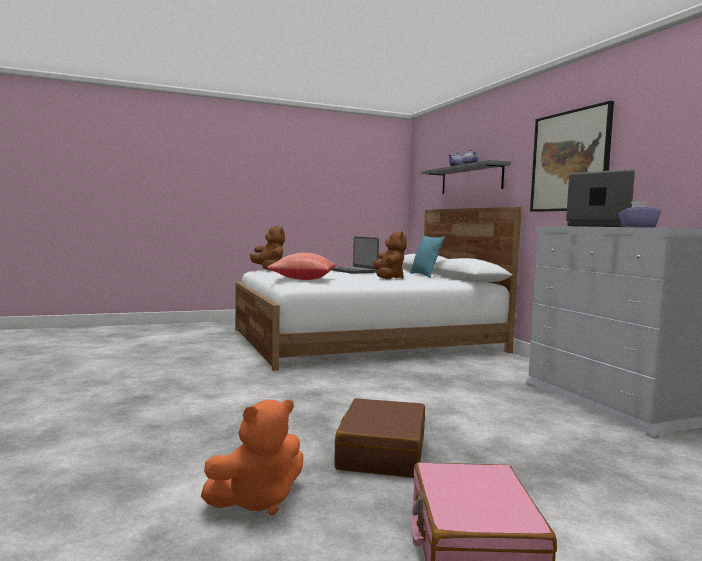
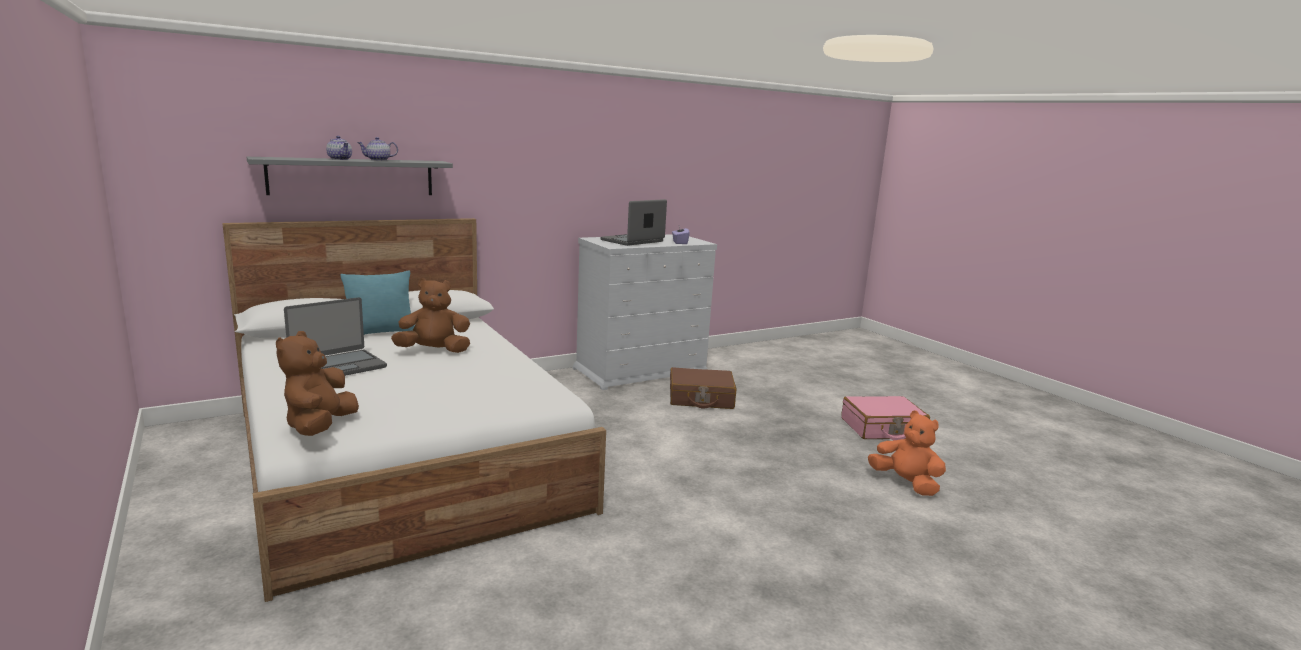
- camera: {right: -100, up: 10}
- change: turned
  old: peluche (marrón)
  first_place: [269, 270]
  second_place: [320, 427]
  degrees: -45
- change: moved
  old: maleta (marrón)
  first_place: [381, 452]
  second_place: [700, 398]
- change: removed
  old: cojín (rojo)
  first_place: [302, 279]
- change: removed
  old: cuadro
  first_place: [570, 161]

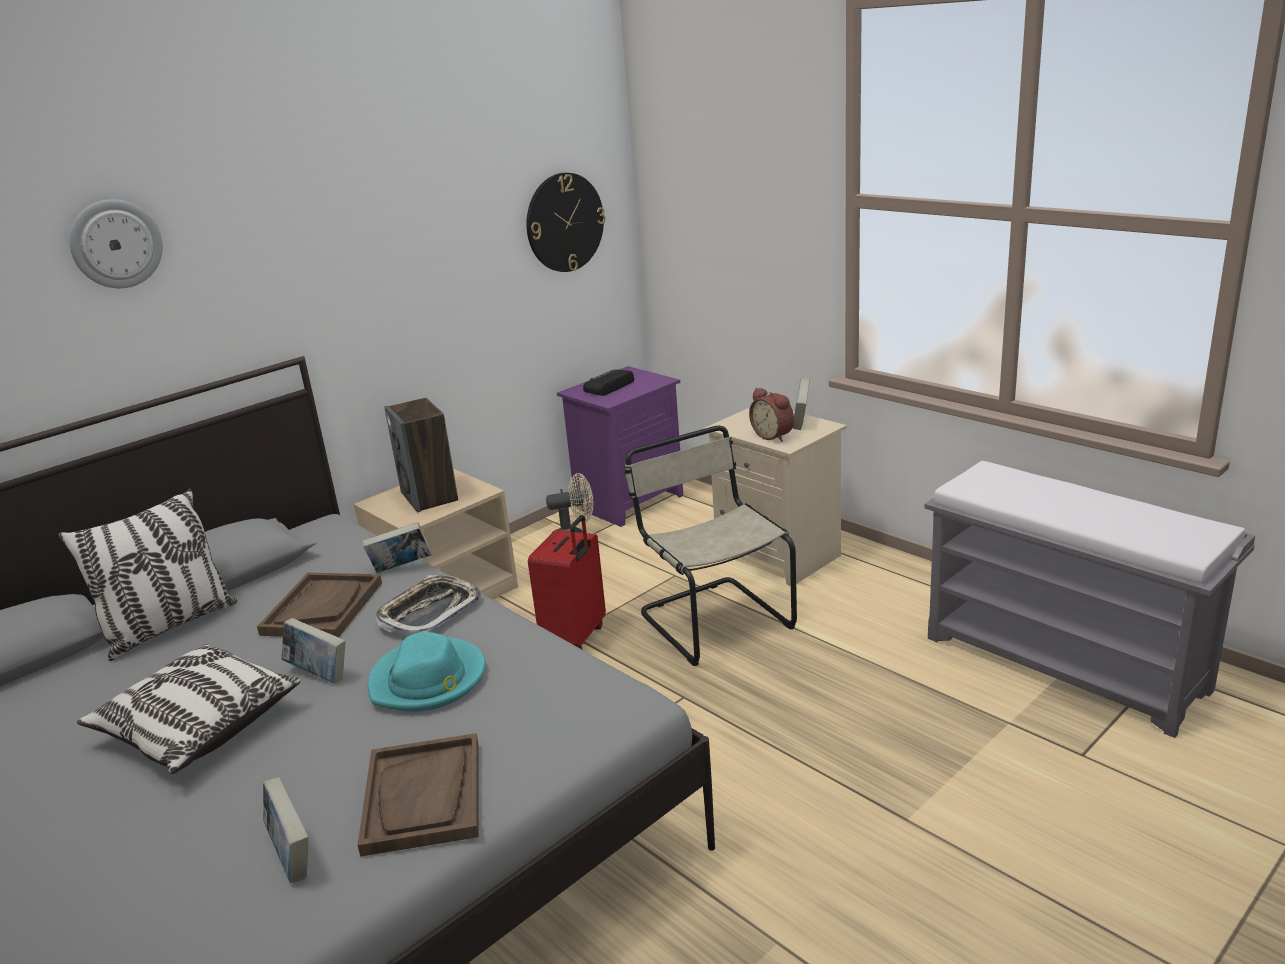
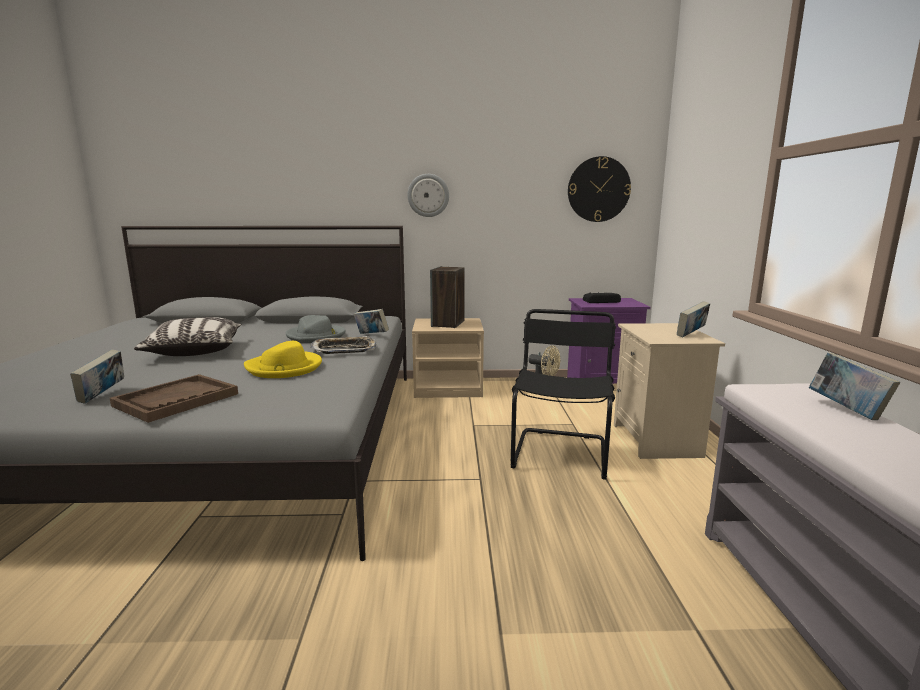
- camera: {right: 40, up: -10}
- change: recoloured
  old: sombrero (turquesa)
  new: sombrero (amarillo)
  first_place: [428, 680]
  second_place: [284, 368]
- change: replaced
  old: bandeja (marrón)
  new: sombrero (gris)
  first_place: [322, 608]
  second_place: [316, 336]
- change: moved
  old: reloj de pared
  first_place: [116, 244]
  second_place: [428, 195]
- change: recoloured
  old: silla (beis)
  new: silla (negro)
  first_place: [712, 618]
  second_place: [560, 452]
- change: moved
  old: libro
  first_place: [319, 674]
  second_place: [846, 410]
- change: removed
  old: cojín
  first_place: [169, 626]
- change: removed
  old: maleta (rojo)
  first_place: [575, 637]
- change: removed
  old: despertador
  first_place: [774, 435]

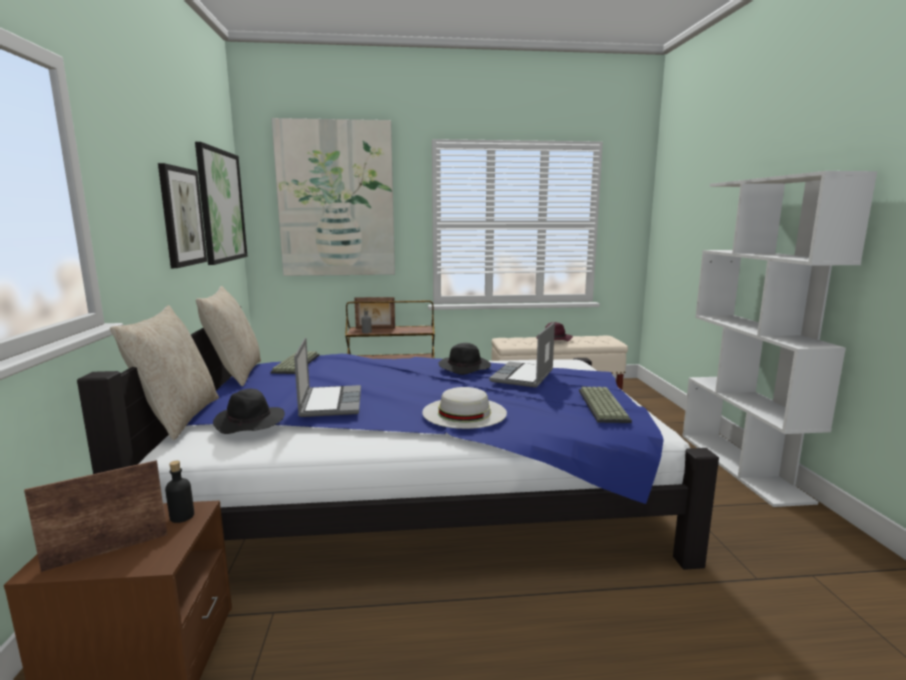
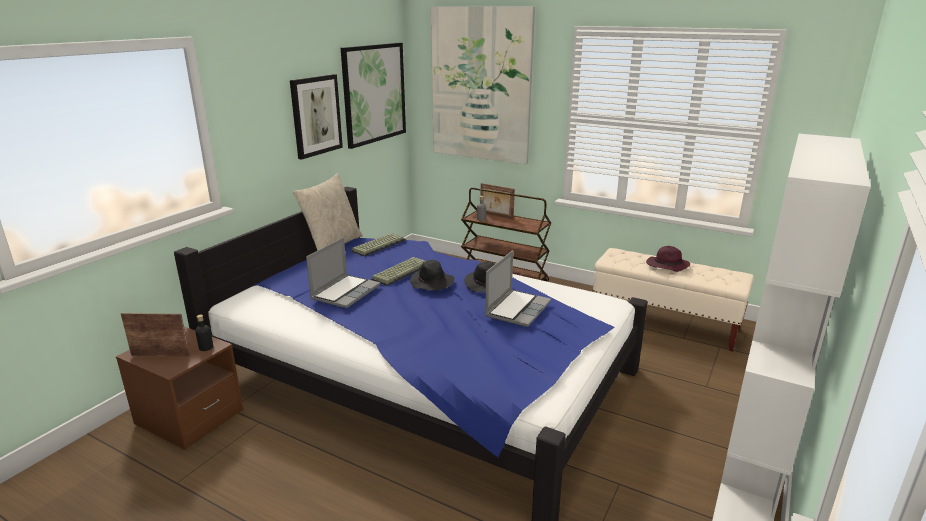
- camera: {right: 35, up: 10}
- change: moved
  old: teclado
  first_place: [601, 405]
  second_place: [401, 271]
- change: moved
  old: sombrero (negro)
  first_place: [250, 423]
  second_place: [432, 283]
- change: turned
  old: portátil
  first_place: [523, 376]
  second_place: [517, 309]
  degrees: 150
- change: removed
  old: cojín (beis)
  first_place: [177, 418]
- change: removed
  old: sombrero (blanco)
  first_place: [464, 412]

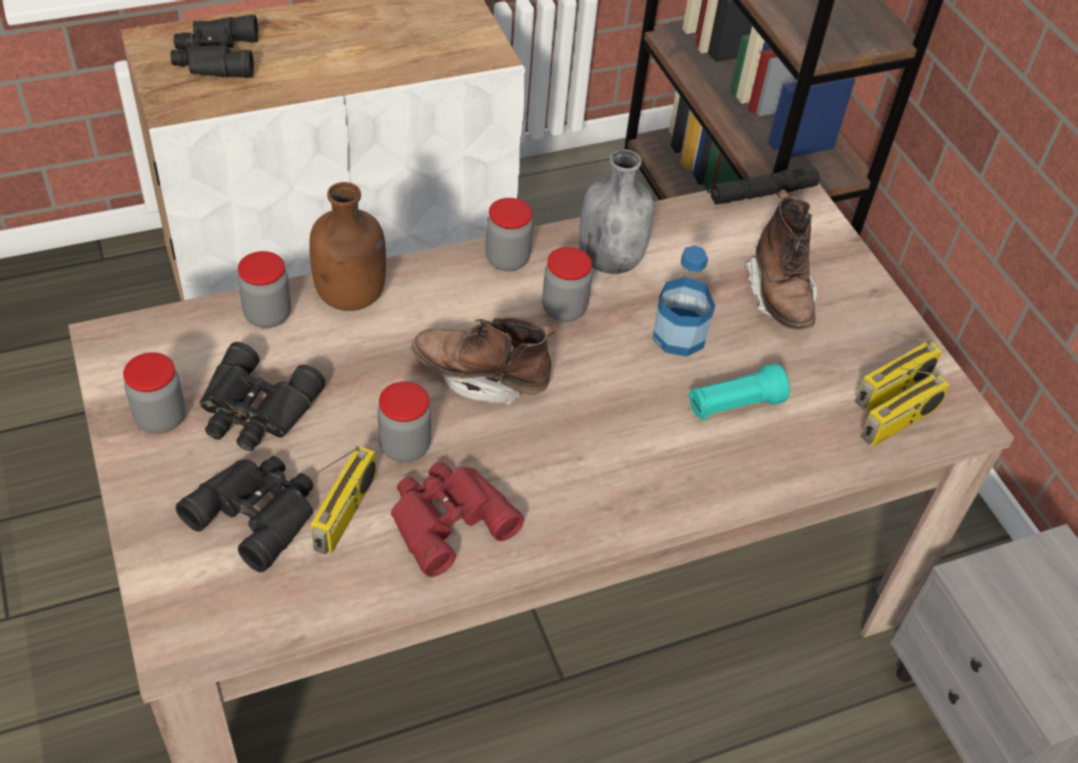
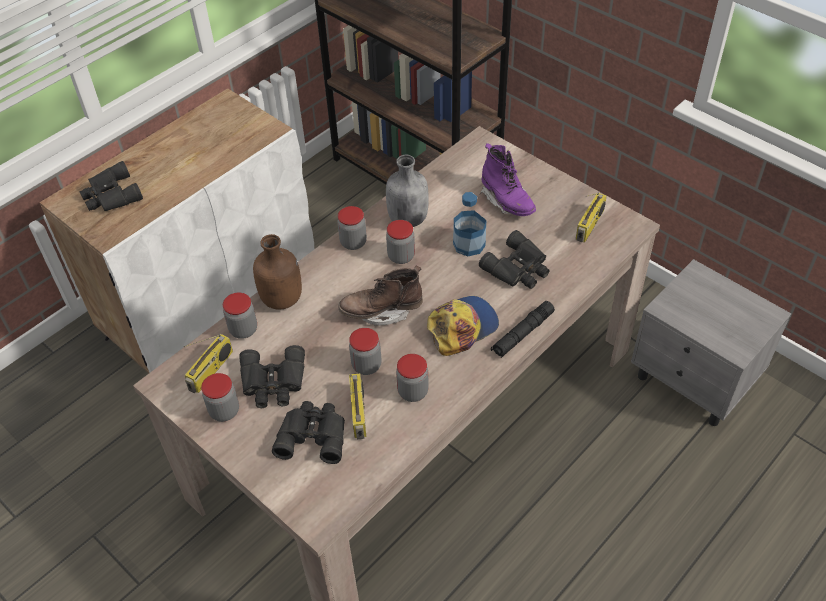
- camera: {right: -20, up: 0}
- change: moved
  old: radio
  first_place: [899, 423]
  second_place: [211, 371]
- change: replaced
  old: prismáticos (rojo)
  new: tarro
  first_place: [446, 518]
  second_place: [413, 391]
- change: added
  new: gorra
  second_place: [462, 327]
- change: replaced
  old: linterna (turquesa)
  new: prismáticos (negro)
  first_place: [733, 405]
  second_place: [518, 268]
- change: recoloured
  old: bota (marrón)
  new: bota (morado)
  first_place: [780, 297]
  second_place: [507, 201]
- change: moved
  old: linterna (negro)
  first_place: [761, 193]
  second_place: [522, 333]

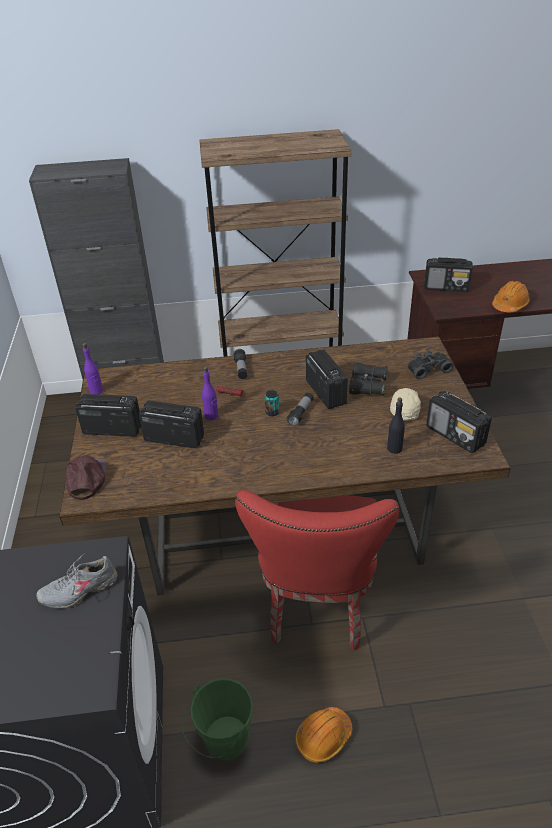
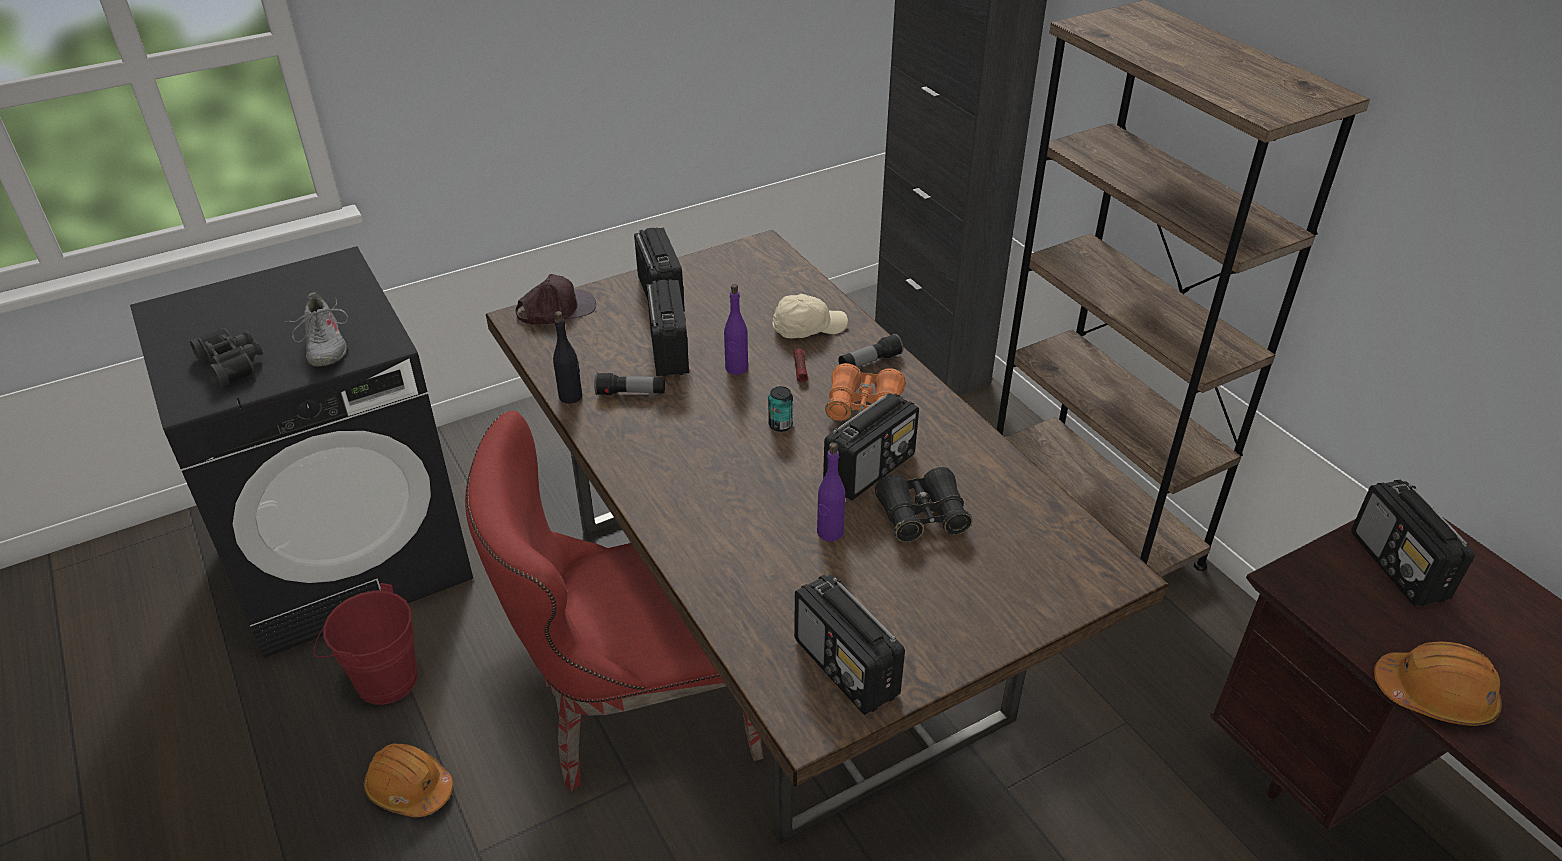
- camera: {right: 65, up: 0}
- change: moved
  old: prismáticos (negro)
  first_place: [427, 368]
  second_place: [234, 363]
- change: turned
  old: zapato (gris)
  first_place: [79, 589]
  second_place: [324, 346]
  degrees: -150
- change: recoloured
  old: cubo (verde)
  new: cubo (rojo)
  first_place: [223, 743]
  second_place: [380, 679]
- change: moved
  old: botella (negro)
  first_place: [394, 448]
  second_place: [571, 396]
- change: moved
  old: linterna
  first_place: [301, 413]
  second_place: [631, 393]
- change: moved
  old: gorra (beis)
  first_place: [404, 408]
  second_place: [808, 327]
- change: turned
  old: radio
  first_place: [455, 436]
  second_place: [846, 668]
  degrees: -60
- change: moved
  old: botella (morado)
  first_place: [96, 391]
  second_place: [829, 532]
- change: added
  new: prismáticos (naranja)
  second_place: [864, 406]

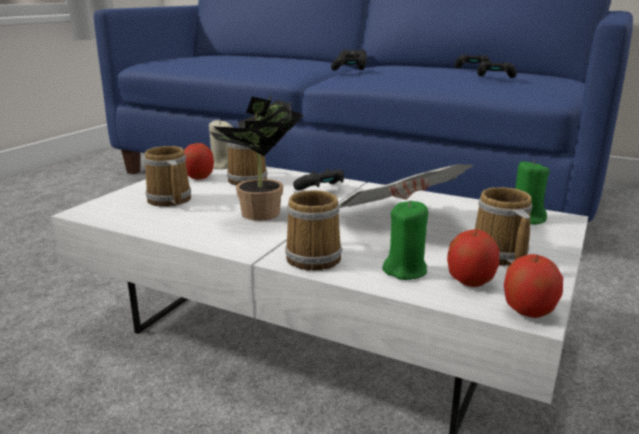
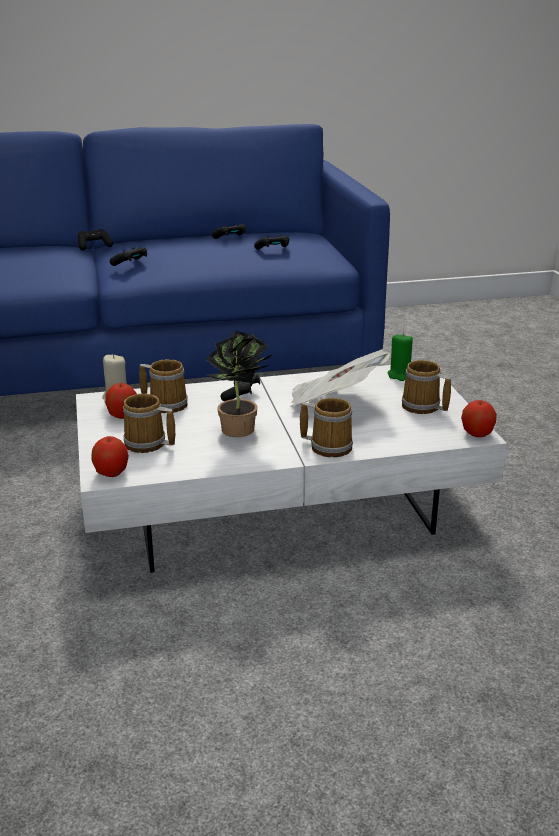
- camera: {right: -40, up: 5}
- change: moved
  old: manzana
  first_place: [470, 281]
  second_place: [111, 473]
- change: removed
  old: vela (verde)
  first_place: [405, 270]

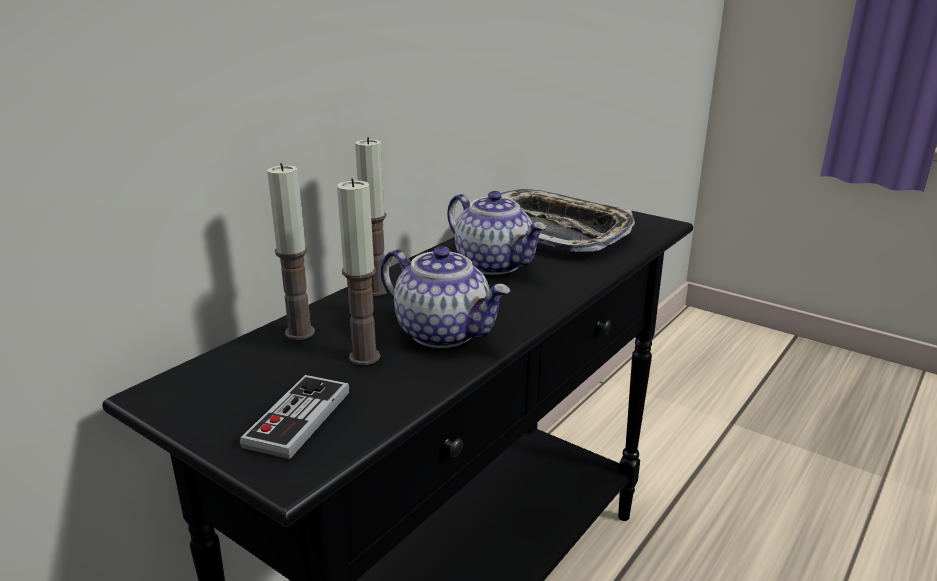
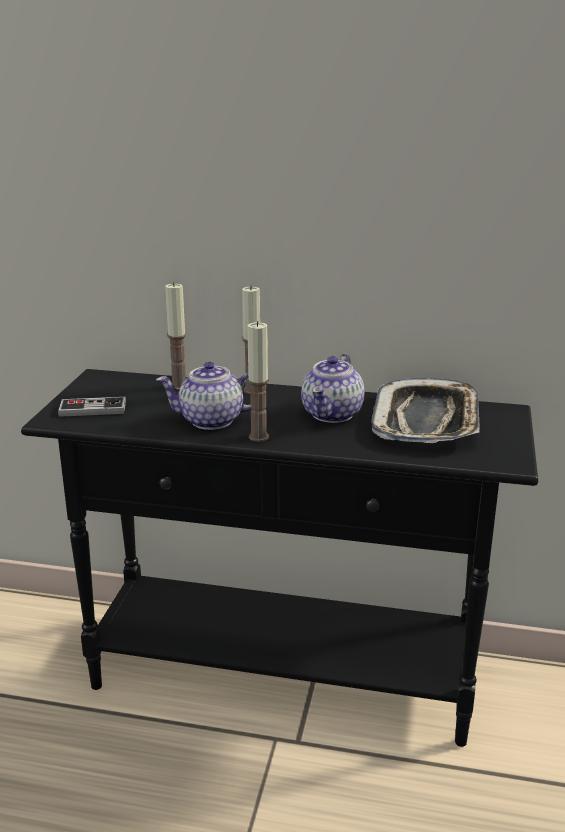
- camera: {right: 65, up: 0}
- change: turned
  old: tetera
  first_place: [444, 332]
  second_place: [211, 421]
  degrees: 75
- change: moved
  old: vela
  first_place: [364, 357]
  second_place: [258, 437]

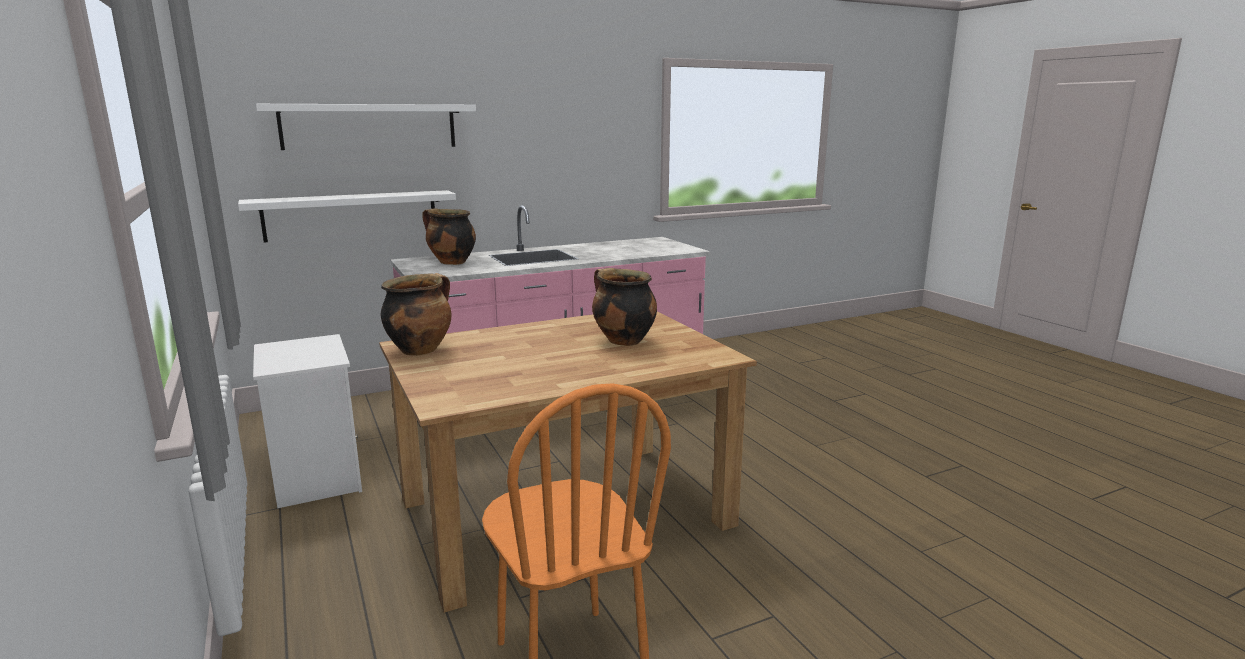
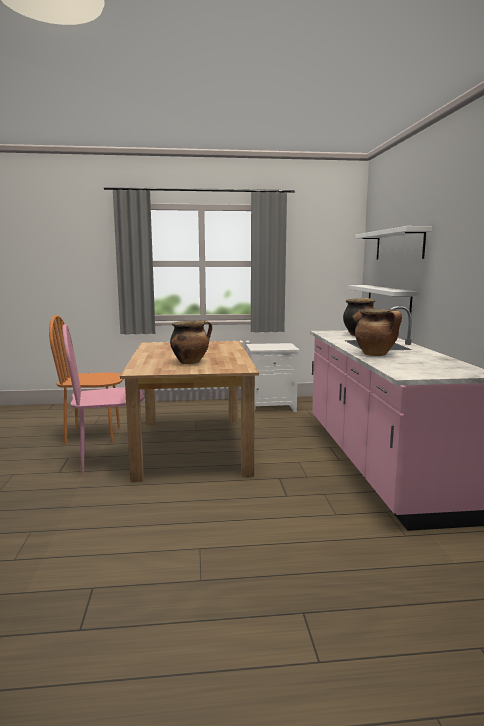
- camera: {right: 110, up: -5}
- change: added
  new: silla (rosa)
  second_place: [109, 460]
- change: moved
  old: olla
  first_place: [420, 349]
  second_place: [376, 354]

